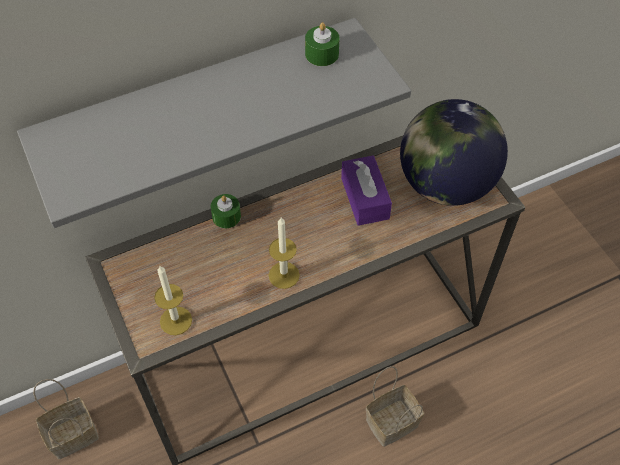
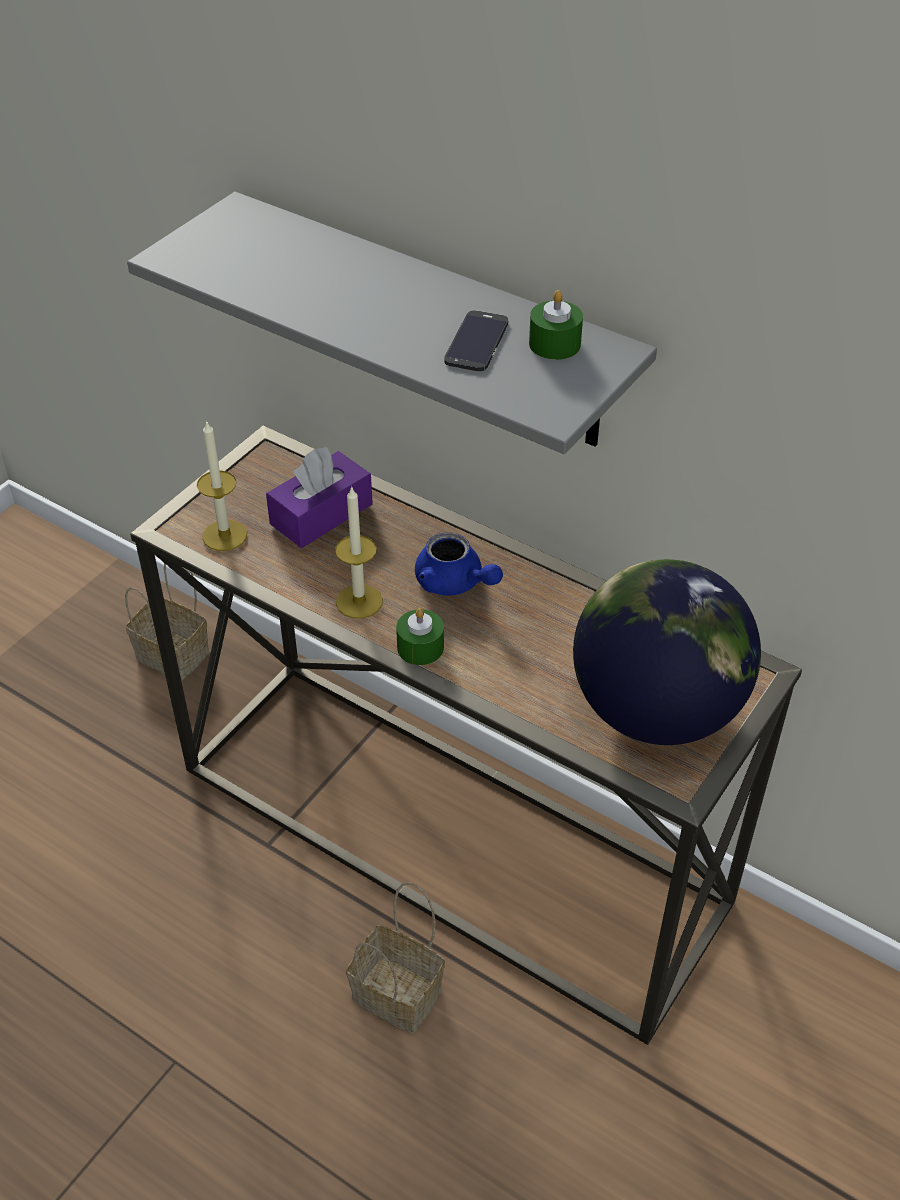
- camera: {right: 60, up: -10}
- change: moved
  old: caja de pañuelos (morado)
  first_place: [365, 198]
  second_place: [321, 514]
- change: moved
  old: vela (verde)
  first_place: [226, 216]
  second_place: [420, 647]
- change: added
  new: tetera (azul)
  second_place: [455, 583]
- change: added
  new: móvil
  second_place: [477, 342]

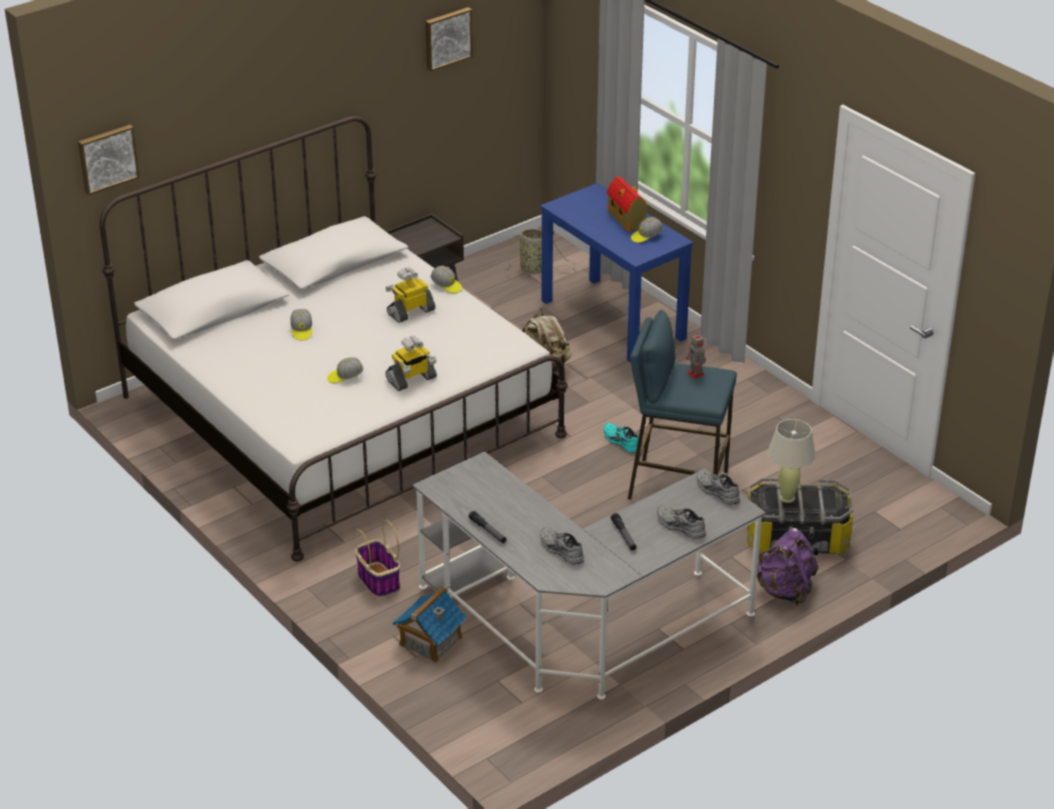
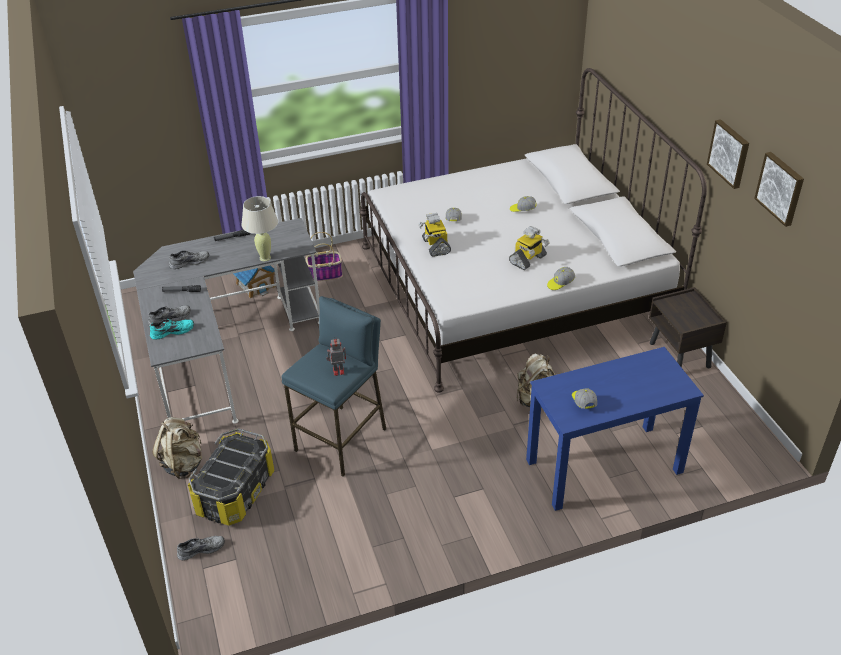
- camera: {right: 110, up: 5}
- change: moved
  old: zapato (turquesa)
  first_place: [620, 442]
  second_place: [172, 331]
- change: recoloured
  old: mochila (morado)
  new: mochila (beis)
  first_place: [784, 591]
  second_place: [183, 463]
- change: moved
  old: zapato (gris)
  first_place: [716, 491]
  second_place: [201, 549]
- change: moved
  old: lámpara de mesa (beis)
  first_place: [787, 498]
  second_place: [265, 258]
- change: turned
  old: robot de juguete
  first_place: [410, 312]
  second_place: [528, 260]
  degrees: 60
- change: moved
  old: cuadro
  first_place: [107, 158]
  second_place: [729, 153]
- change: removed
  old: cesta
  first_place: [536, 270]
- change: removed
  old: casita
  first_place: [627, 220]

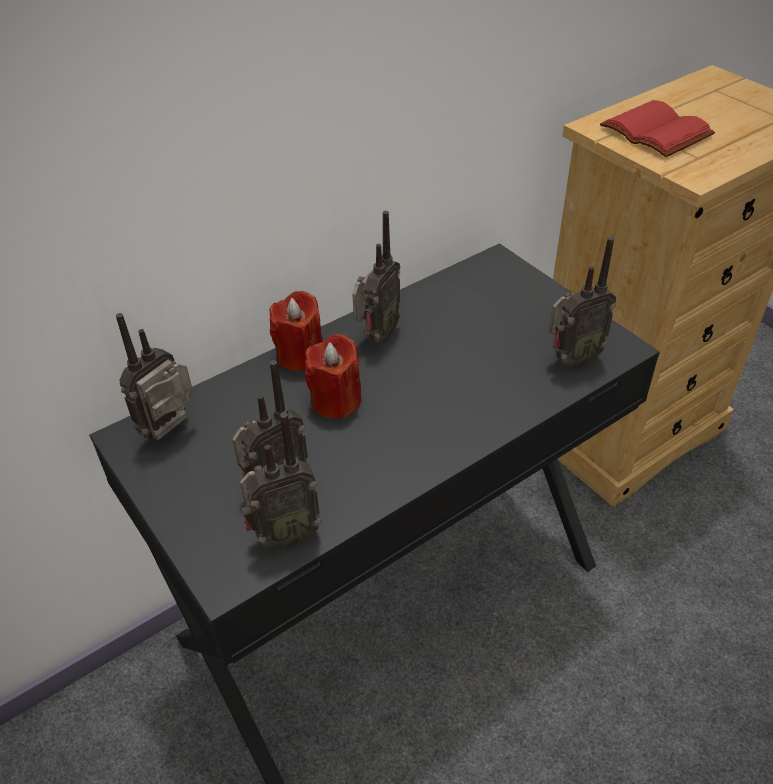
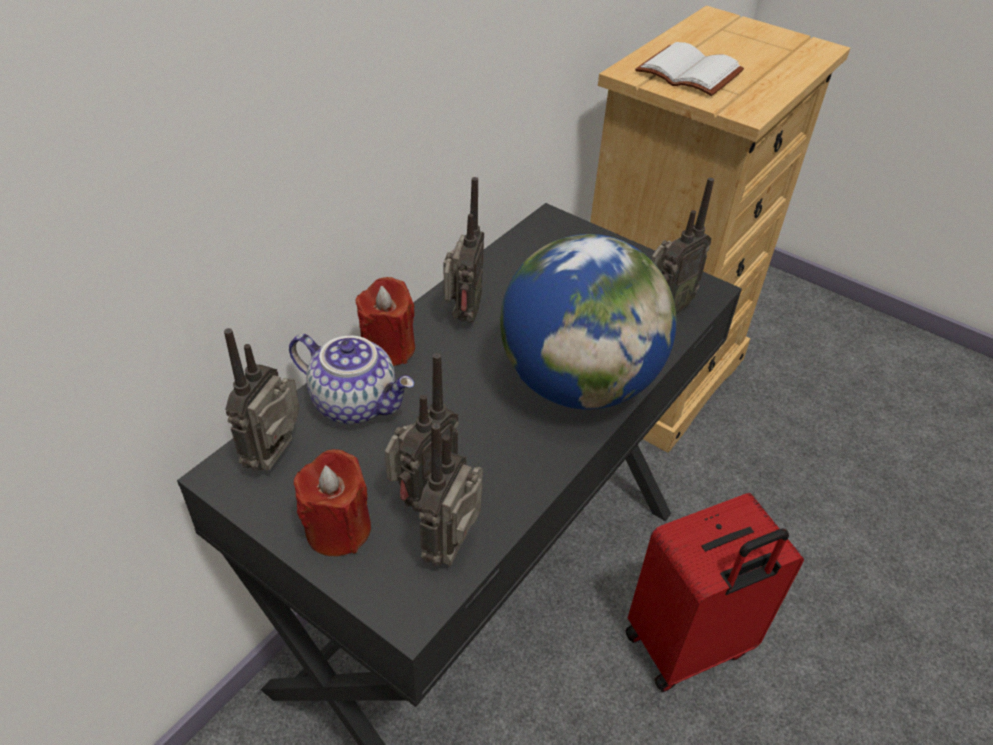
- camera: {right: -20, up: 0}
- change: added
  new: tetera
  second_place: [356, 402]
- change: moved
  old: vela (rojo)
  first_place: [336, 400]
  second_place: [338, 529]
- change: turned
  old: radio
  first_place: [284, 535]
  second_place: [454, 547]
  degrees: 150
- change: added
  new: globo terráqueo
  second_place: [577, 383]
- change: added
  new: maleta (rojo)
  second_place: [688, 647]
- change: recoloured
  old: libro (rojo)
  new: libro (blanco)
  first_place: [652, 132]
  second_place: [686, 73]

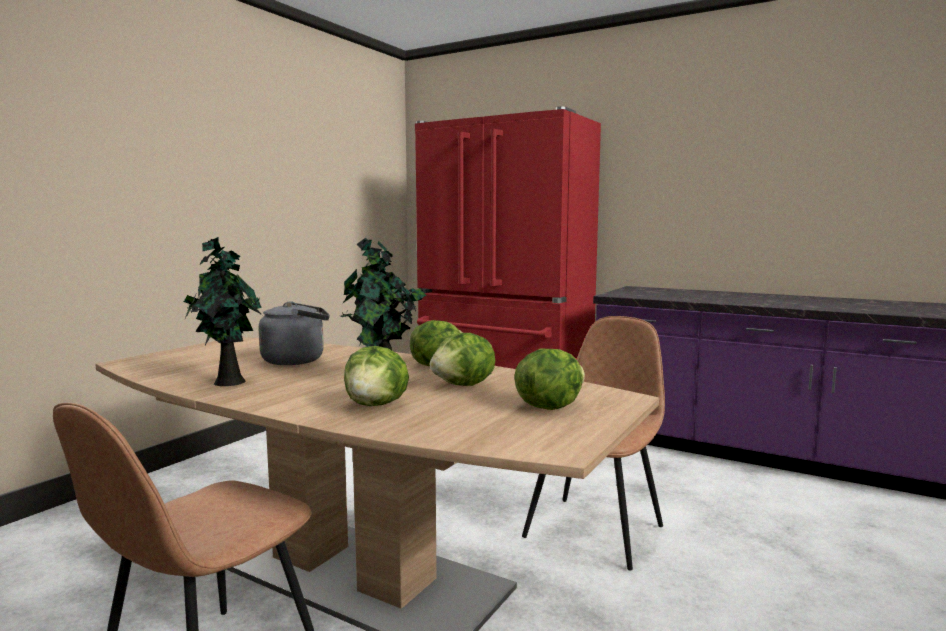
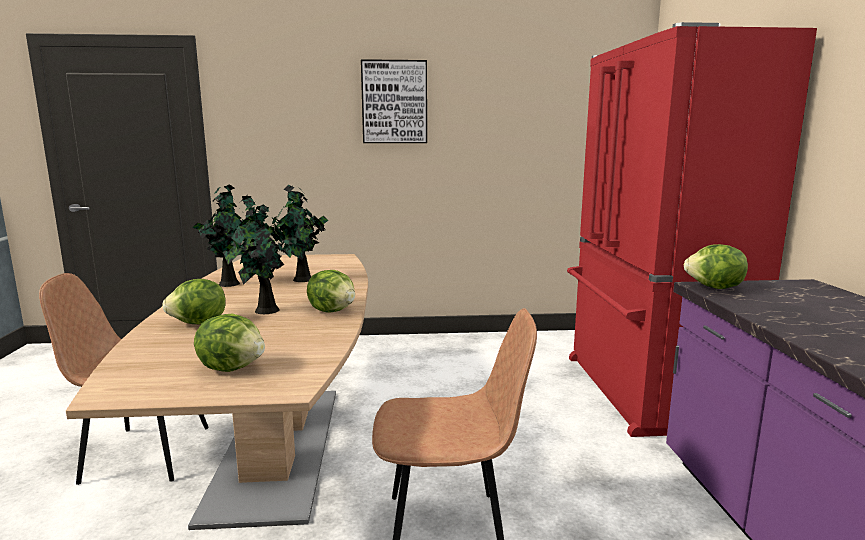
- camera: {right: 55, up: 5}
- change: replaced
  old: hervidor (gris)
  new: planta en maceta
  first_place: [297, 360]
  second_place: [302, 280]
- change: added
  new: cuadro
  second_place: [394, 102]
- change: moved
  old: lechuga
  first_place: [464, 385]
  second_place: [714, 288]

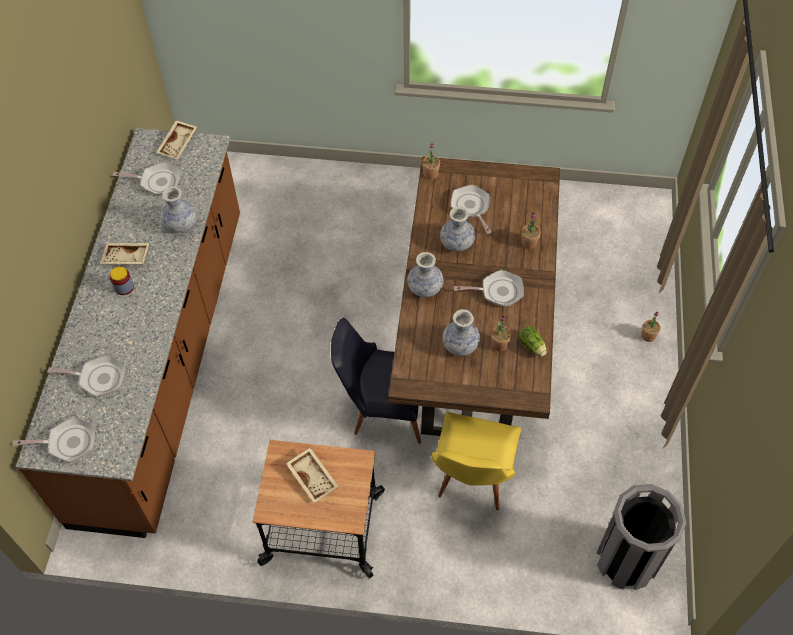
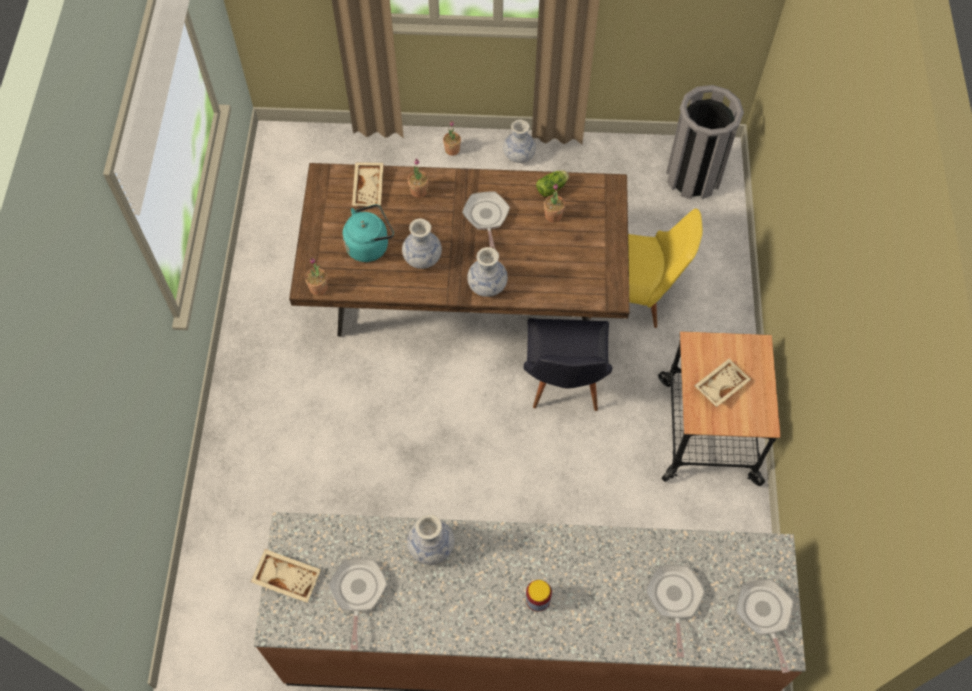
- camera: {right: -95, up: 5}
- change: replaced
  old: sartén
  new: hervidor (turquesa)
  first_place: [471, 207]
  second_place: [370, 245]
- change: moved
  old: bandeja (beis)
  first_place: [126, 258]
  second_place: [369, 188]
- change: moved
  old: florero
  first_place: [460, 345]
  second_place: [519, 155]

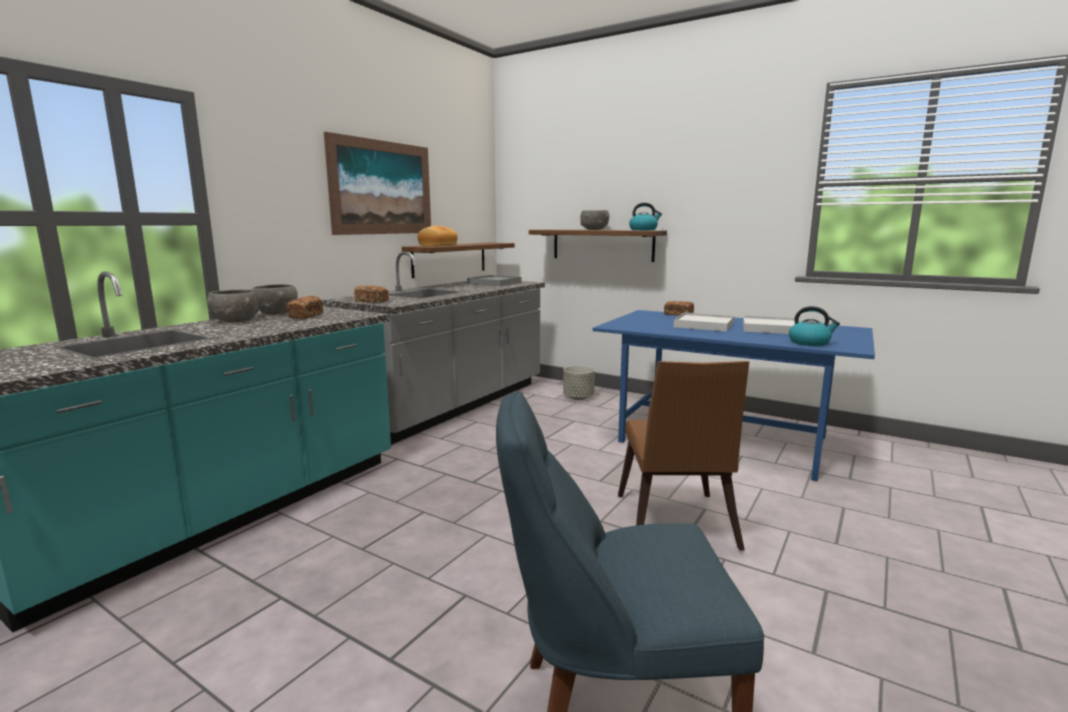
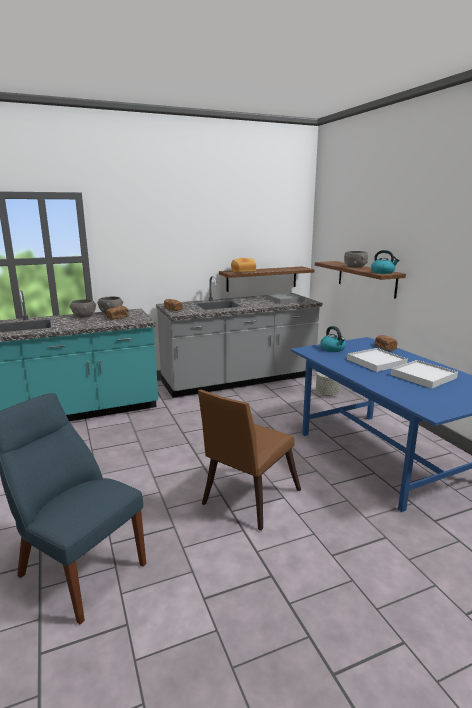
- camera: {right: 35, up: 5}
- change: moved
  old: hervidor
  first_place: [810, 343]
  second_place: [333, 349]
- change: removed
  old: cuadro
  first_place: [382, 188]

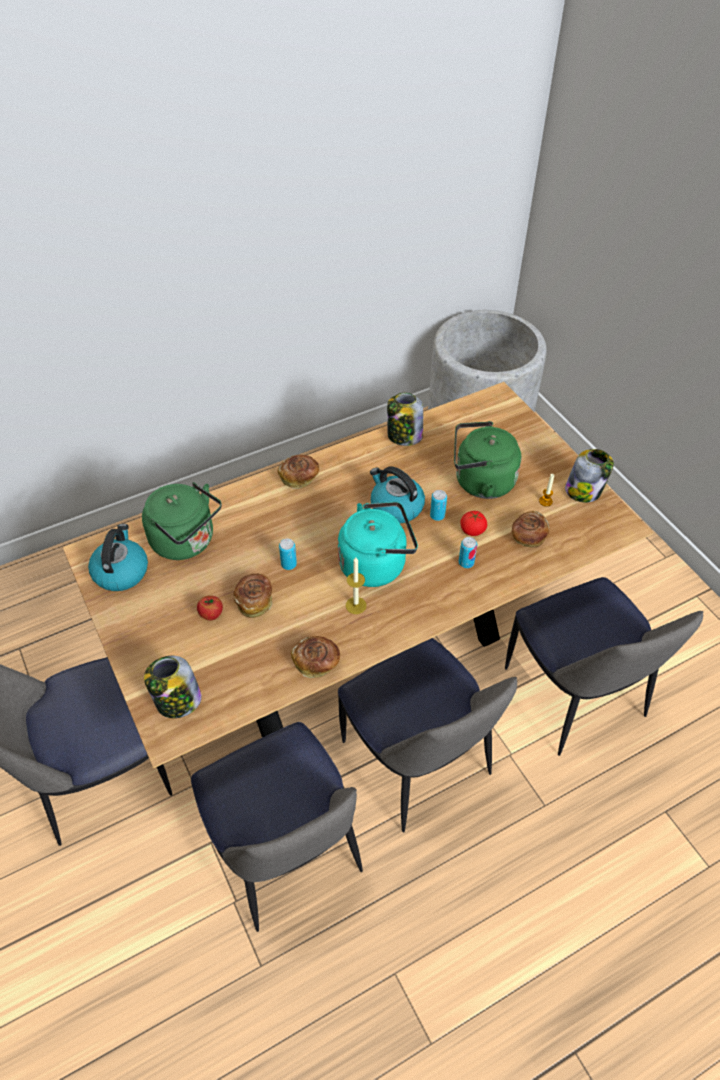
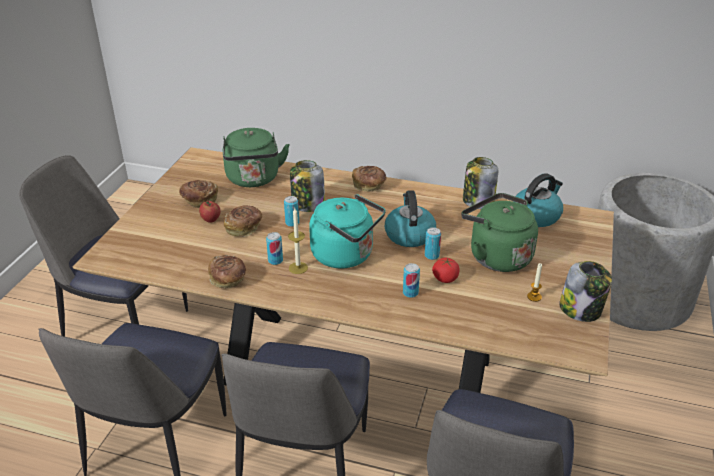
- camera: {right: 45, up: -15}
- change: moved
  old: pan
  first_place: [527, 537]
  second_place: [199, 200]
- change: added
  new: lata
  second_place: [275, 261]
- change: moved
  old: tarro
  first_place: [177, 701]
  second_place: [307, 205]
- change: moved
  old: hervidor
  first_place: [121, 571]
  second_place: [536, 215]

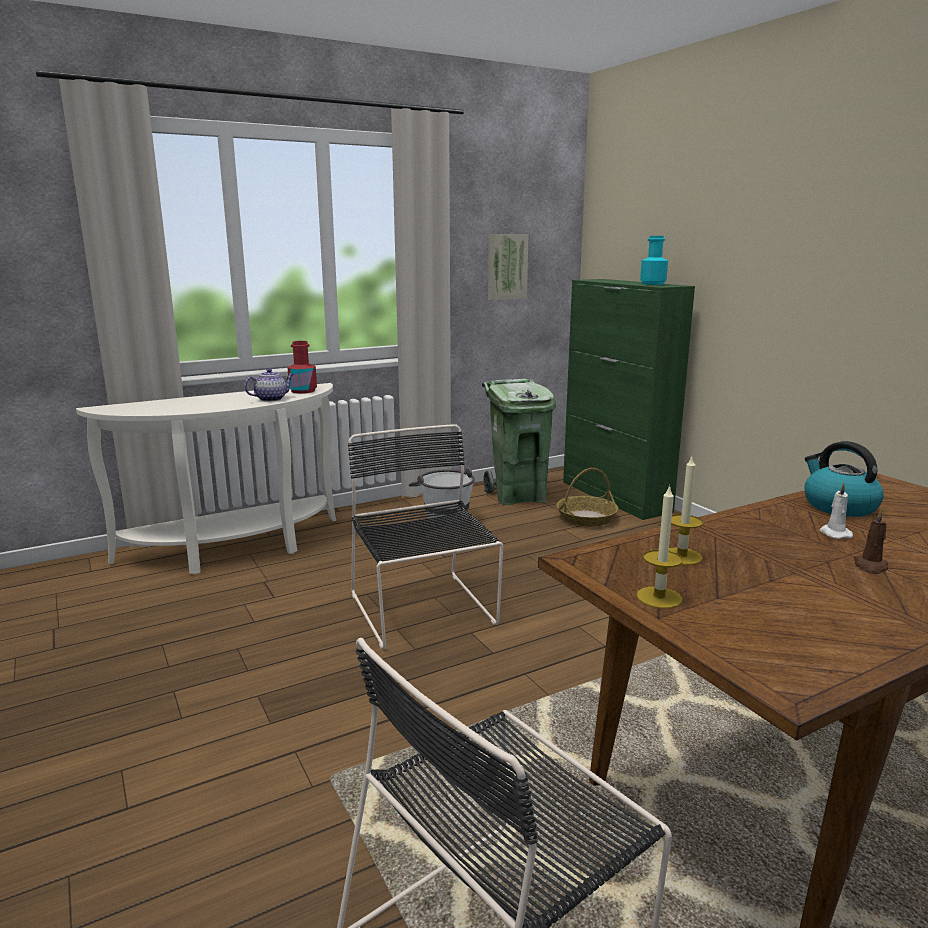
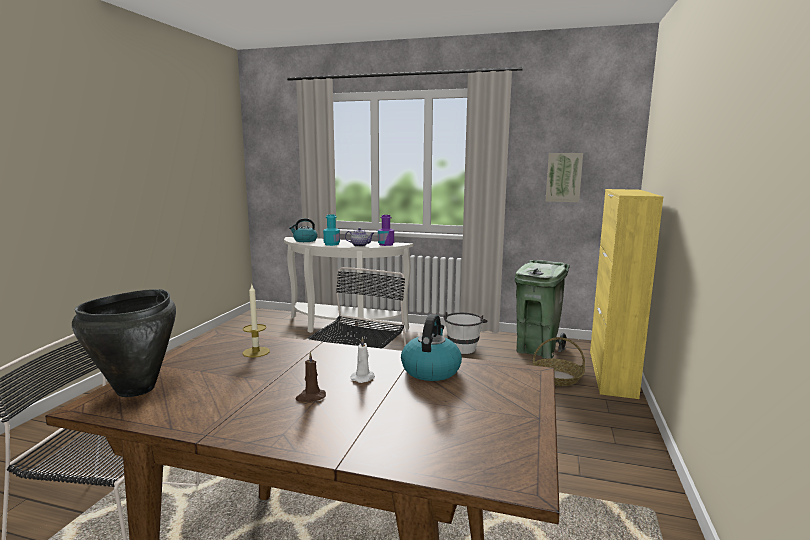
- camera: {right: 45, up: -5}
- change: added
  new: olla (negro)
  second_place: [137, 389]
- change: added
  new: hervidor
  second_place: [305, 240]
- change: moved
  old: botella (turquesa)
  first_place: [653, 284]
  second_place: [331, 244]
- change: recoloured
  old: botella (rojo)
  new: botella (morado)
  first_place: [303, 391]
  second_place: [386, 244]
- change: recoloured
  old: armario (verde)
  new: armario (amarillo)
  first_place: [615, 497]
  second_place: [611, 373]
- change: removed
  old: vela
  first_place: [659, 597]

